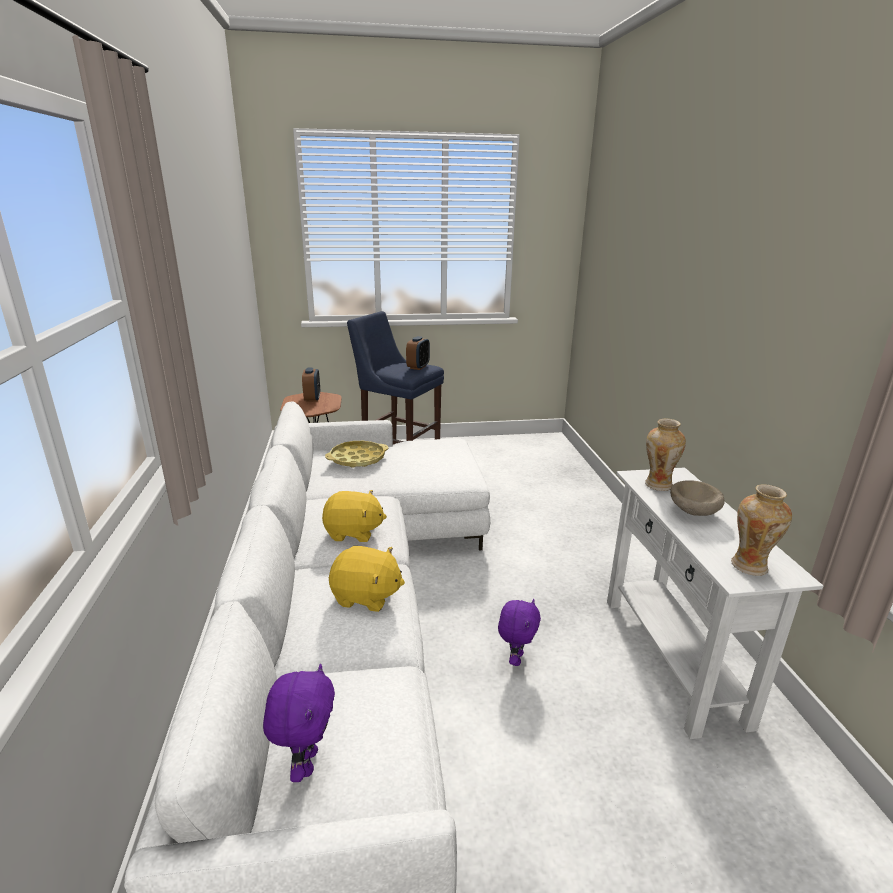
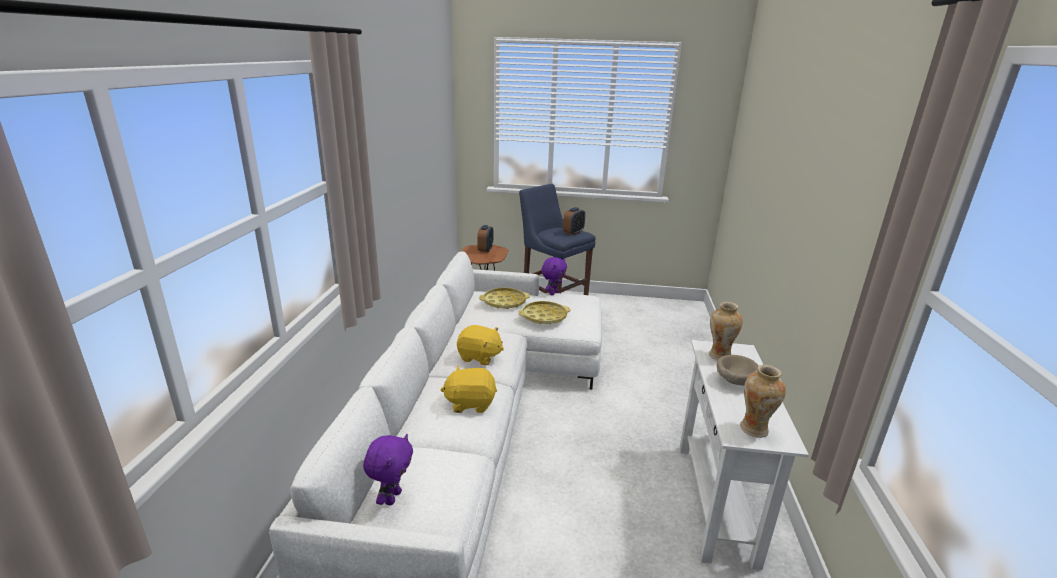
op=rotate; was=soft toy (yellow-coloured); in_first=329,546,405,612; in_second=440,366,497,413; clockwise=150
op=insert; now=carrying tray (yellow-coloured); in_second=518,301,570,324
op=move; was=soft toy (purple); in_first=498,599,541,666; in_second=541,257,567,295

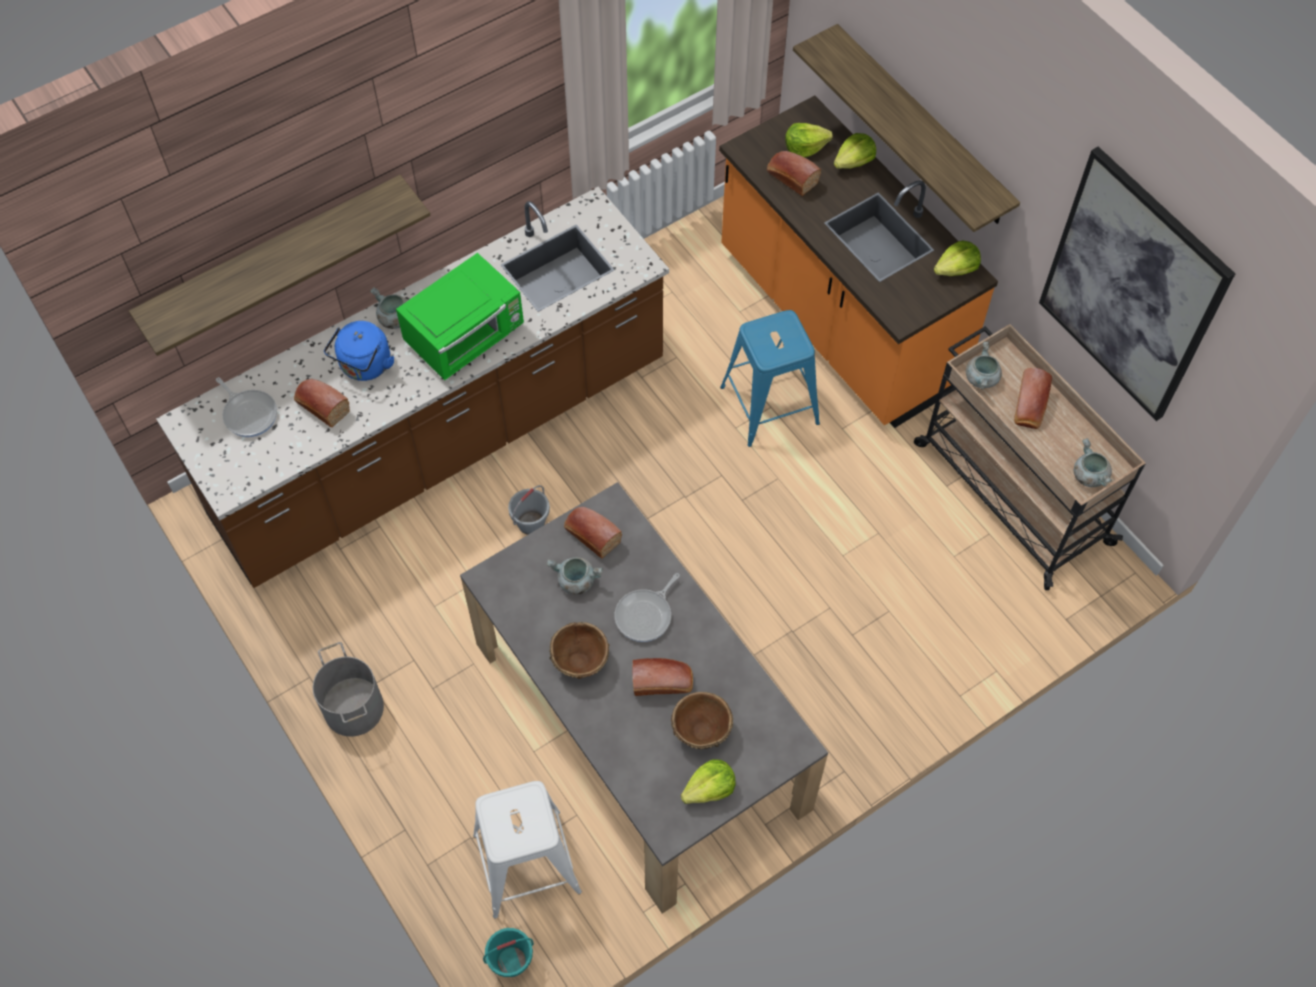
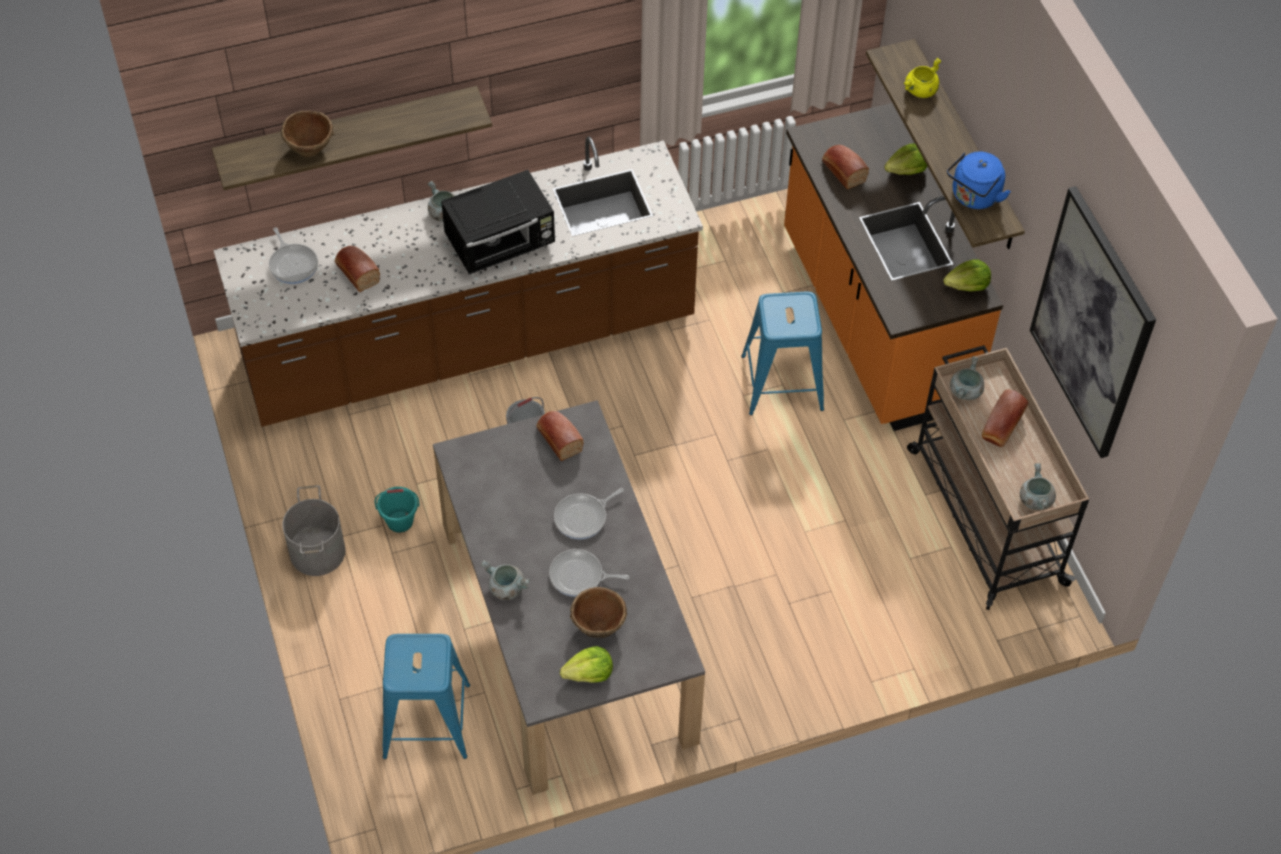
op=move; was=deep dish (brownish); in_first=549,622,610,679; in_second=281,110,334,157
op=move; was=pail (blue-green); in_first=483,928,534,977; in_second=375,487,420,532
op=recolor; was=stool seat (whitish); now=stool seat (blue-coloured); in_first=473,781,582,919; in_second=383,634,470,759
op=recolor; was=microwave oven (green); now=microwave oven (black-coloured); in_first=396,253,524,380; in_second=441,170,555,275
op=move; was=saucepot (gray); in_first=547,557,603,595; in_second=481,560,530,600
op=replace; was=baked bread; now=pan; in_first=633,658,693,696; in_second=549,549,630,597
op=insert; now=saucepot (yellow-coloured); in_second=904,58,941,98
op=move; was=water kettle (blue-coloured); in_first=324,321,394,381; in_second=947,152,1011,209
op=delete; was=head of lettuce; in_first=785,123,833,157

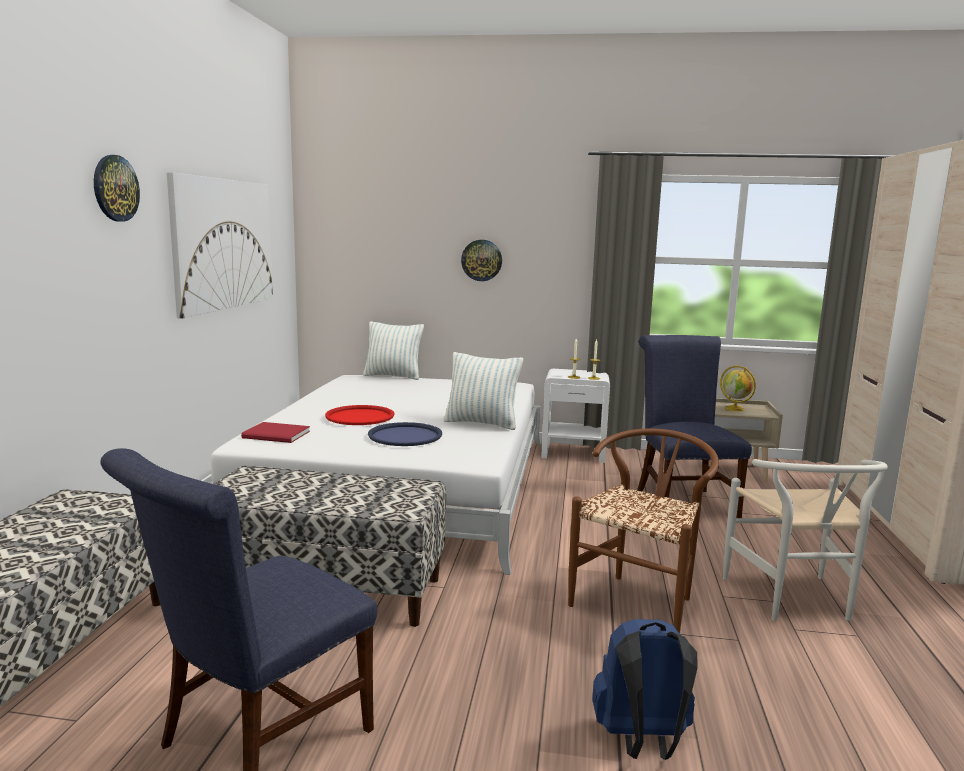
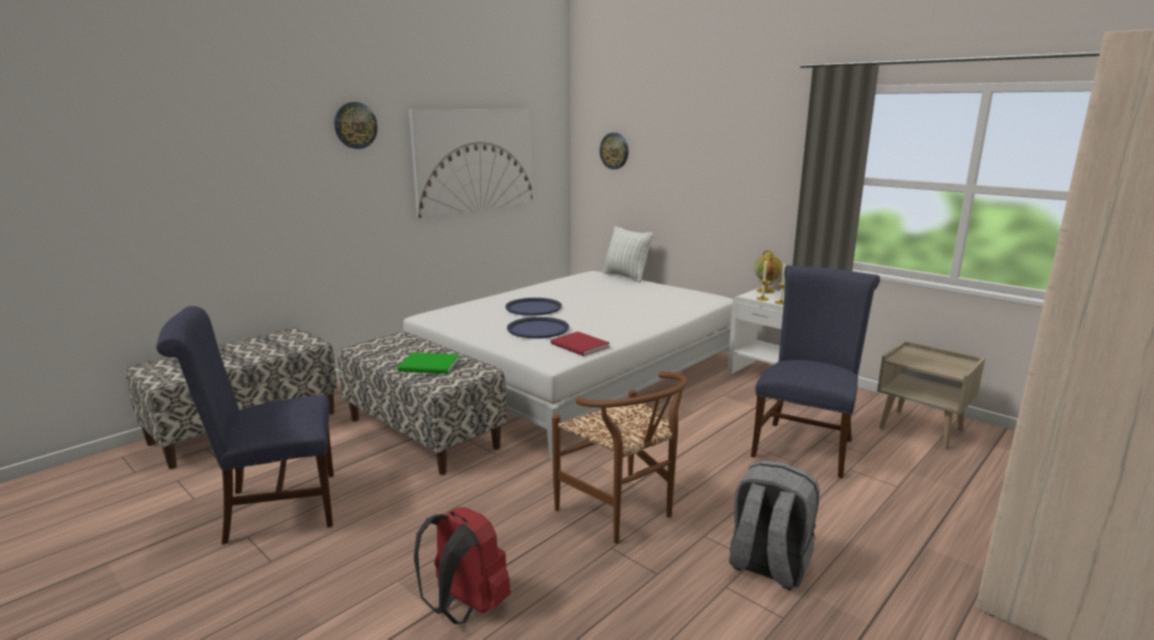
op=insert; now=bound book (green); in_second=398,352,460,374
op=recolor; was=knapsack (blue-coloured); now=knapsack (red); in_first=592,619,697,760; in_second=414,507,511,624
op=recolor; was=carrying tray (red); now=carrying tray (blue-coloured); in_first=325,405,394,425; in_second=505,298,562,316
op=move; was=bound book (red); in_first=241,422,310,443; in_second=551,332,610,356
op=rotate; was=plain chair (brownish); in_first=568,428,719,634; in_second=552,372,688,543; clockwise=75
op=move; was=wall clock; in_first=461,240,502,281; in_second=600,133,629,169
op=replace; was=plain chair (whitish); now=knapsack (gray); in_first=723,459,888,621; in_second=729,460,820,590
op=move; was=desk globe; in_first=720,366,756,412; in_second=754,250,783,293
op=delete; was=pillow; in_first=444,352,523,430

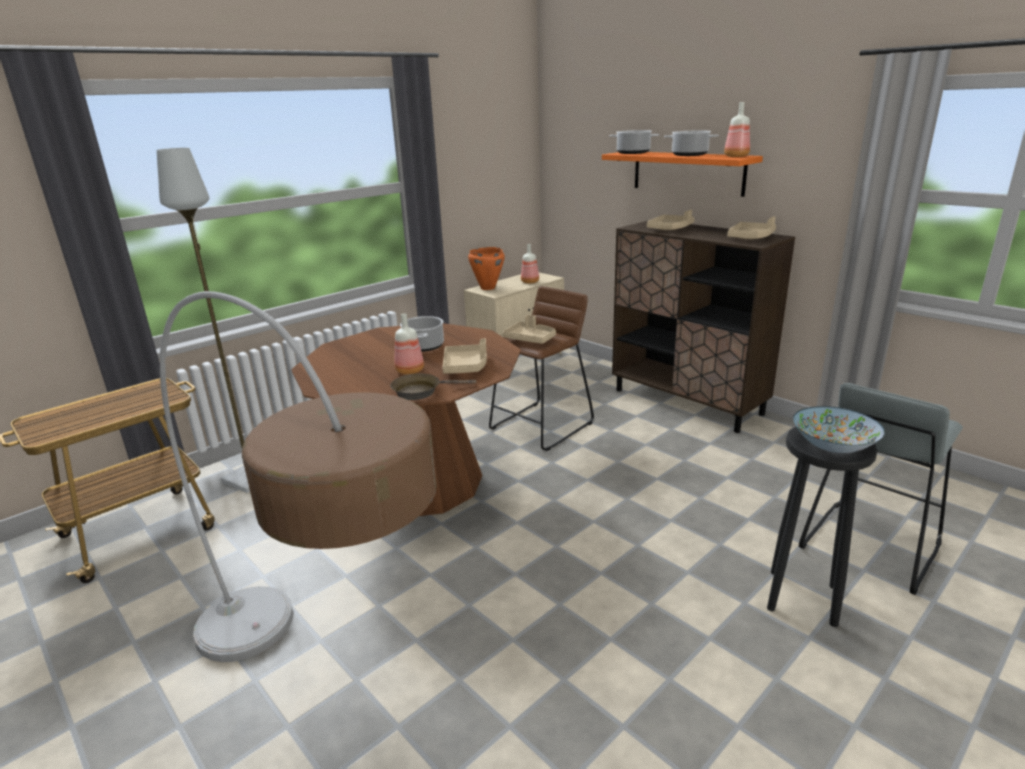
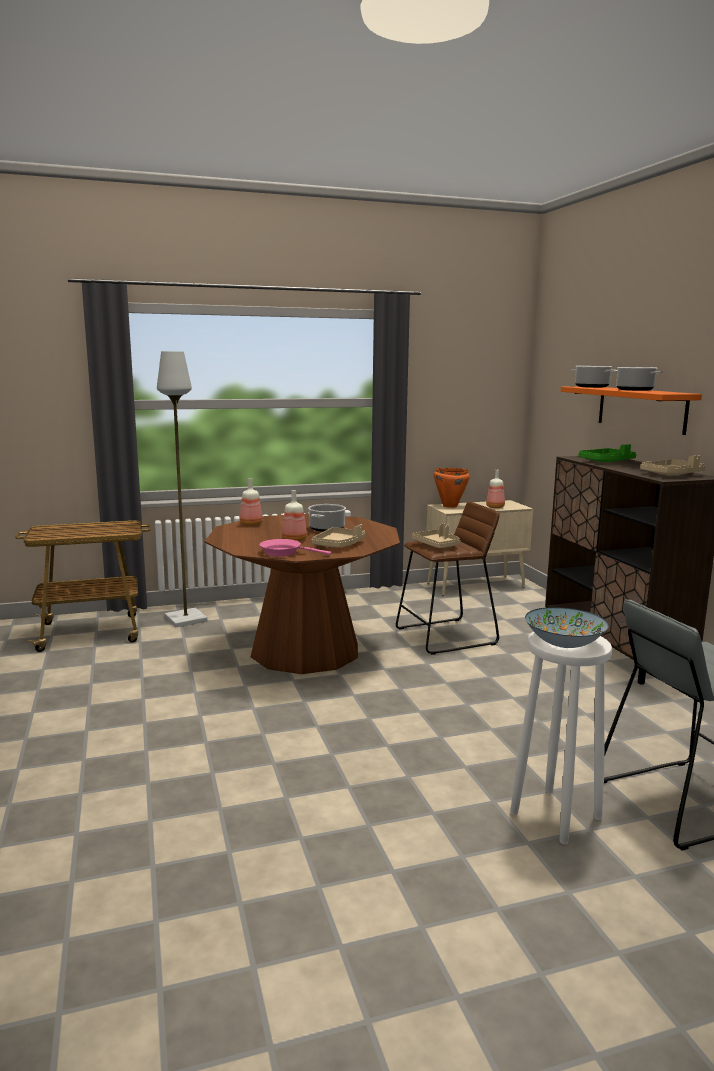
op=move; was=beverage bottle; in_first=724,102,750,157; in_second=239,478,263,526
op=recolor; was=pan (brownish); now=pan (pink); in_first=390,373,476,400; in_second=260,539,331,557
op=recolor; was=stool seat (black-coloured); now=stool seat (whitish); in_first=767,427,877,627; in_second=510,632,612,844
op=recolor; was=carrying tray (beige-coloured); now=carrying tray (green); in_first=647,210,695,230; in_second=579,444,636,462
op=delete; was=floor lamp; in_first=160,291,437,662

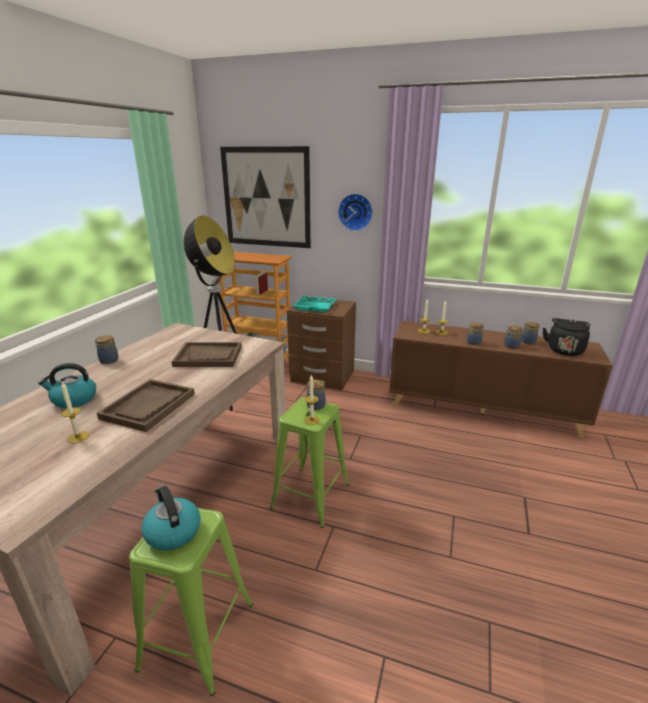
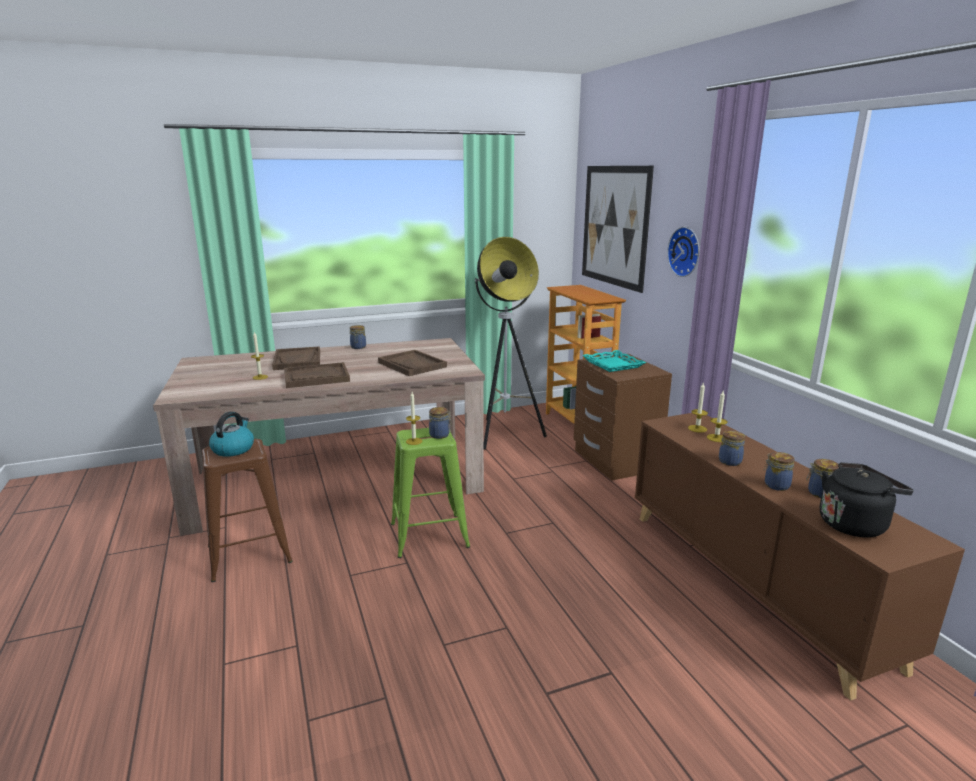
op=recolor; was=stool seat (green); now=stool seat (brownish); in_first=129,508,253,696; in_second=202,439,293,582
op=replace; was=water kettle; now=carrying tray (brownish); in_first=38,363,96,408; in_second=272,346,320,370

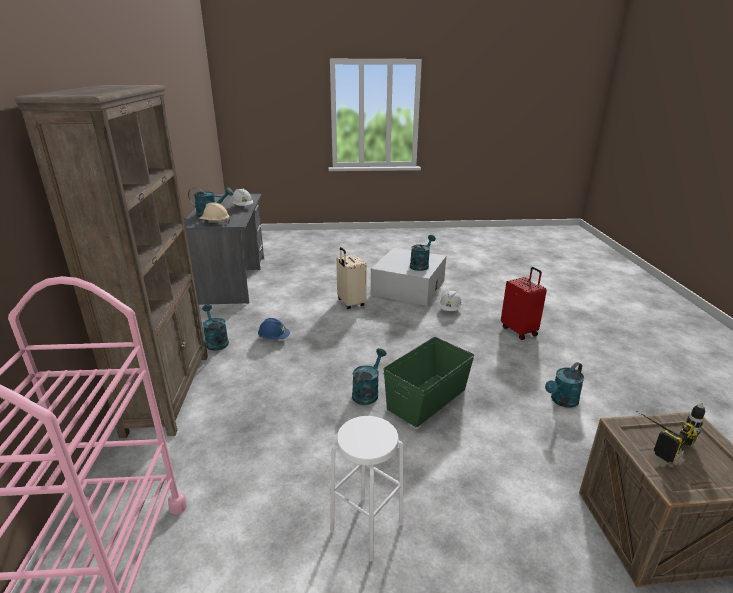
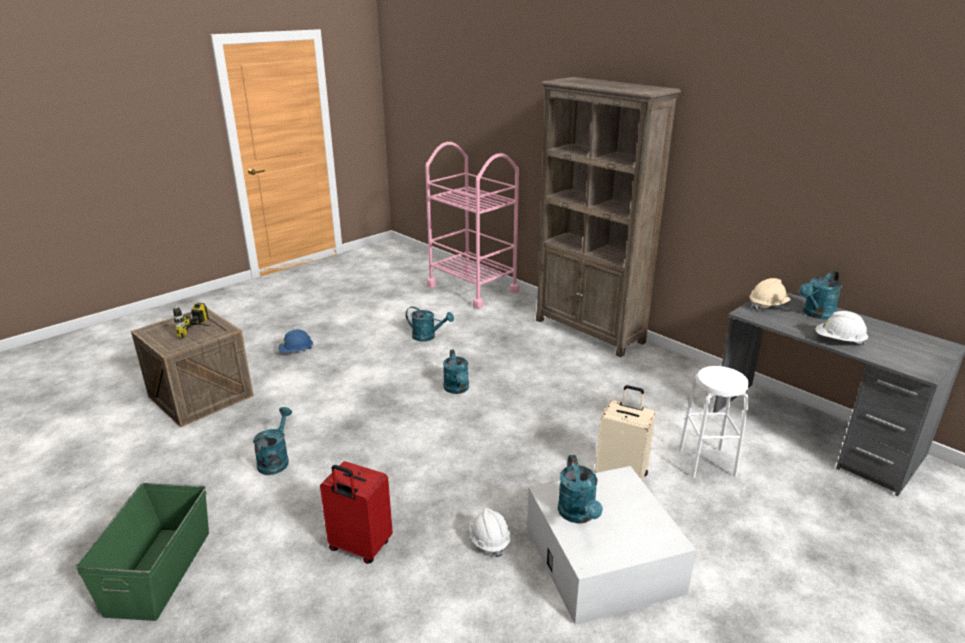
op=move; was=storage box (green); in_first=383,337,475,427; in_second=76,483,209,621
op=move; was=work helmet (blue-coloured); in_first=258,318,290,339; in_second=278,330,314,353
op=move; was=watering pot (blue-green); in_first=202,304,229,351; in_second=406,306,454,341
op=move; was=stool seat (whitish); in_first=330,416,403,561; in_second=679,366,749,478

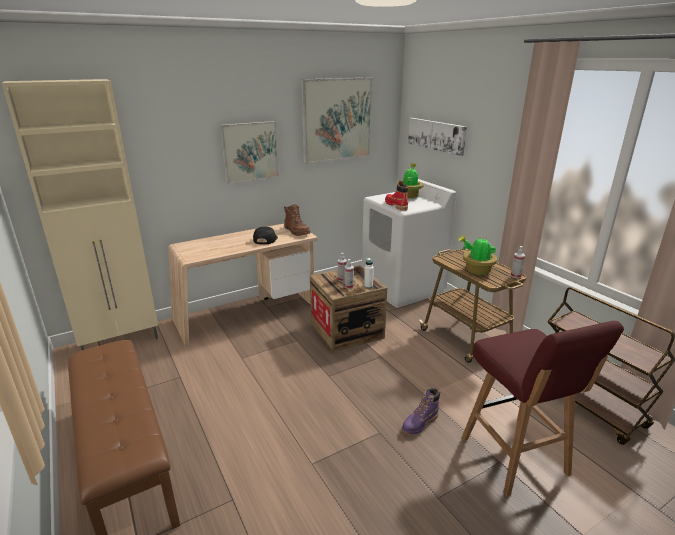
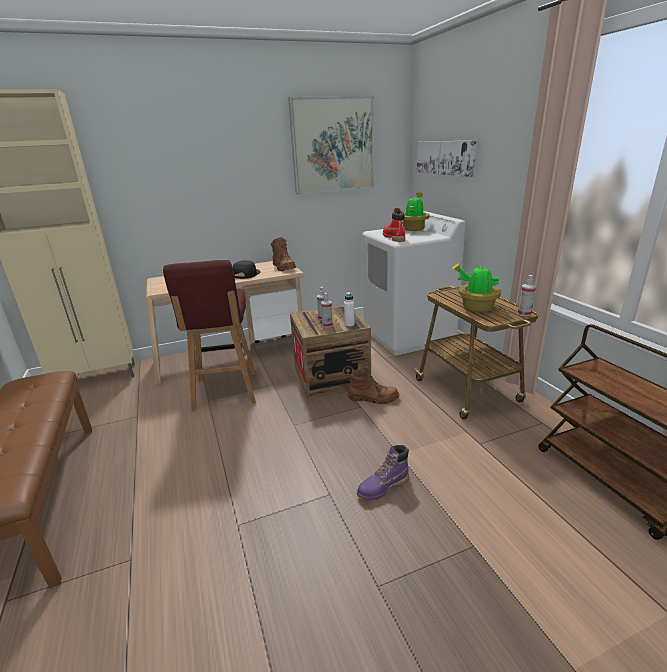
op=move; was=stool seat (red); in_first=462,321,624,496; in_second=163,260,256,412
op=insert; now=boot (brownish); in_second=346,367,400,404
op=delete; was=wall art; in_first=220,121,279,184

